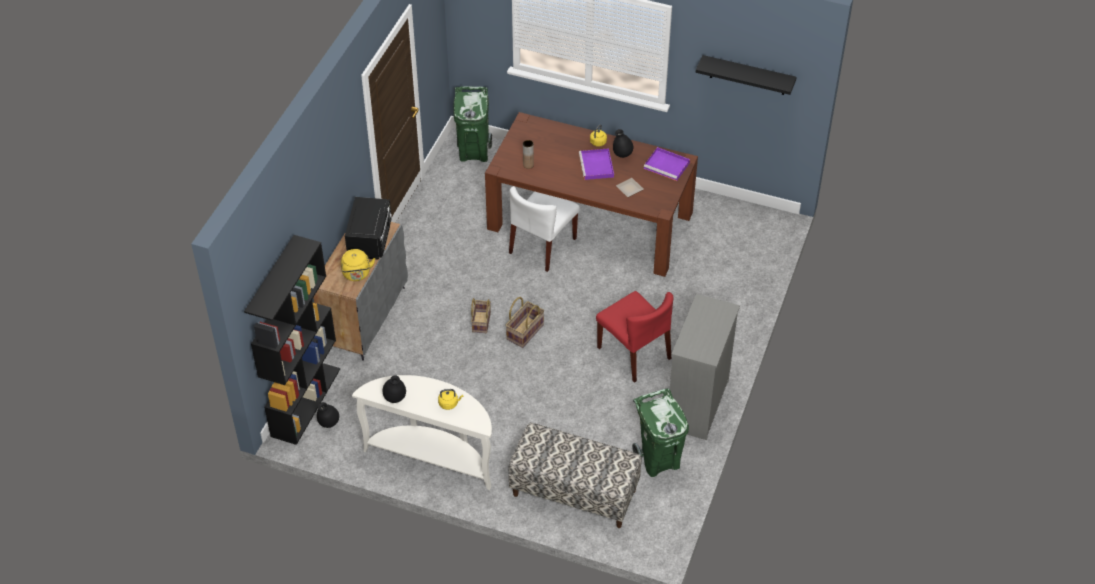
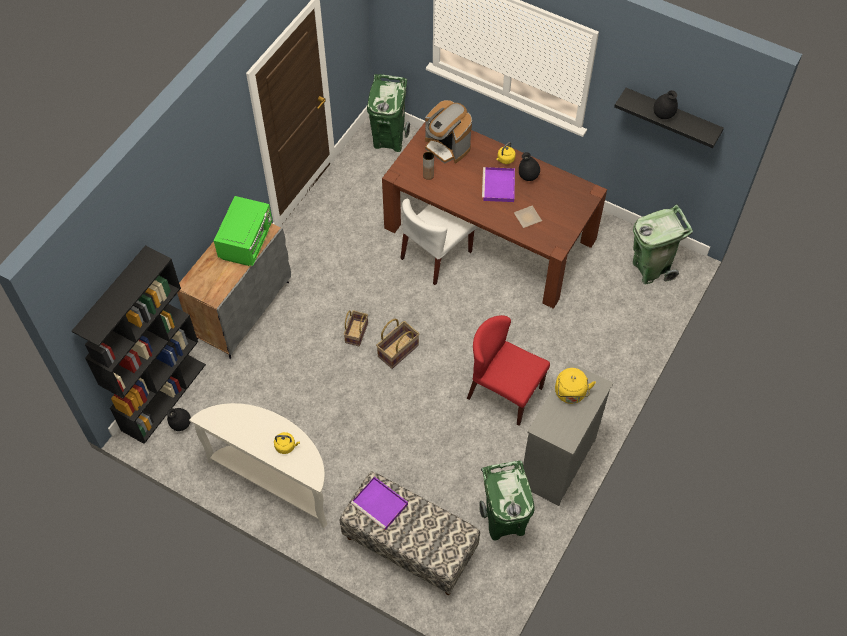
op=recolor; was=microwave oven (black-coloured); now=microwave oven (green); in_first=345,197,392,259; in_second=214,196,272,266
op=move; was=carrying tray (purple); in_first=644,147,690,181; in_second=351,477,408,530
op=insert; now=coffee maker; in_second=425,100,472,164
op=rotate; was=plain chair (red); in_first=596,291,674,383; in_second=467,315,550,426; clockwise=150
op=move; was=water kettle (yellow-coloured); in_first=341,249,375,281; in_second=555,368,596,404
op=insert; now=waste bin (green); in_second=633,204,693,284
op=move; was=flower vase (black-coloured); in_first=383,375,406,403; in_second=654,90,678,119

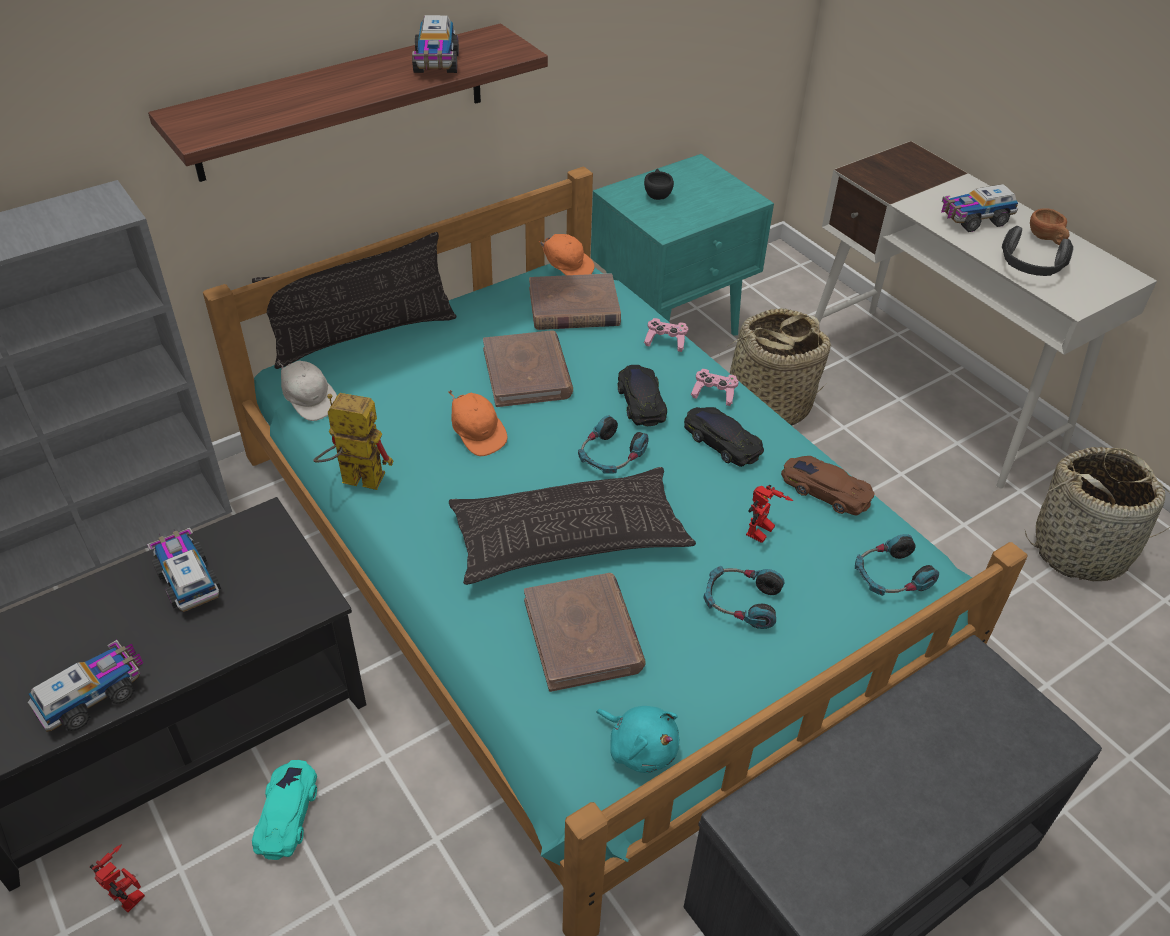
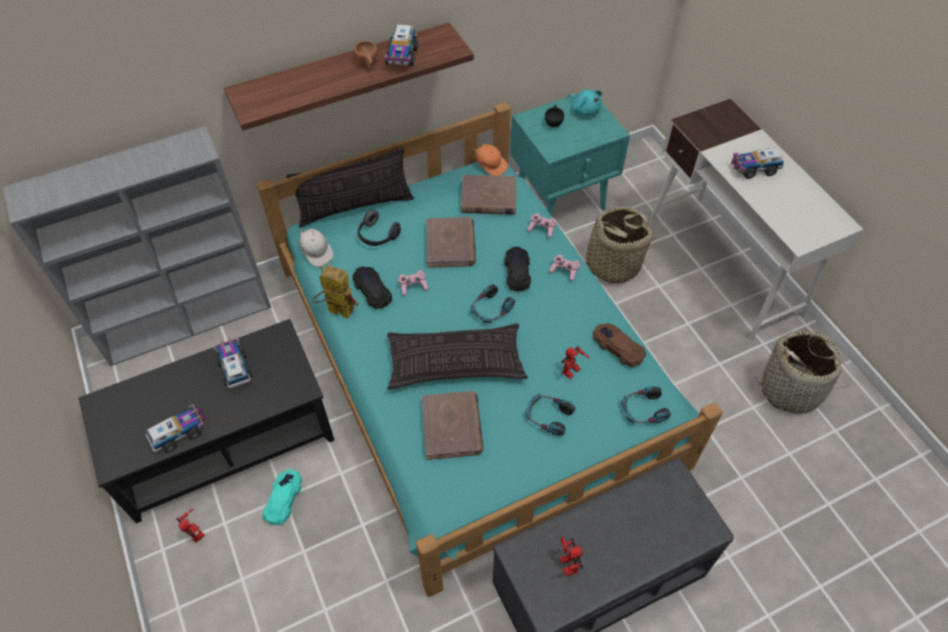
op=move; was=model car (black-coloured); in_first=684,407,764,467; in_second=352,266,392,309
op=move; was=cup (brownish); in_first=1030,208,1069,245; in_second=354,41,378,70
op=move; was=headset; in_first=1002,226,1074,276; in_second=358,210,401,246
op=replace; was=baseball cap (orangey); now=gamepad (pink); in_first=448,390,508,456; in_second=399,270,429,295
op=insert; now=toy robot; in_second=560,537,583,576
op=move; was=soft toy (blue-green); in_first=596,706,679,773; in_second=568,89,602,116

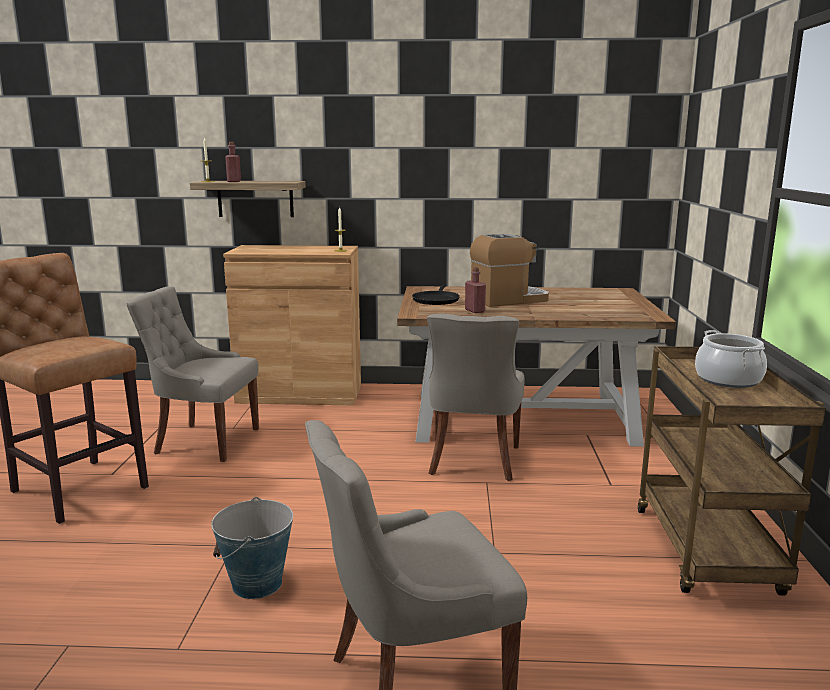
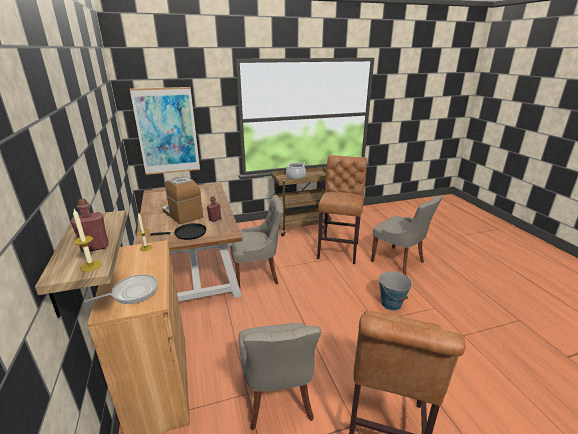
op=insert; now=pan; in_second=84,274,158,304
op=insert; now=wall art; in_second=130,87,200,175
op=insert; now=stool seat (brownish); in_second=317,155,367,264

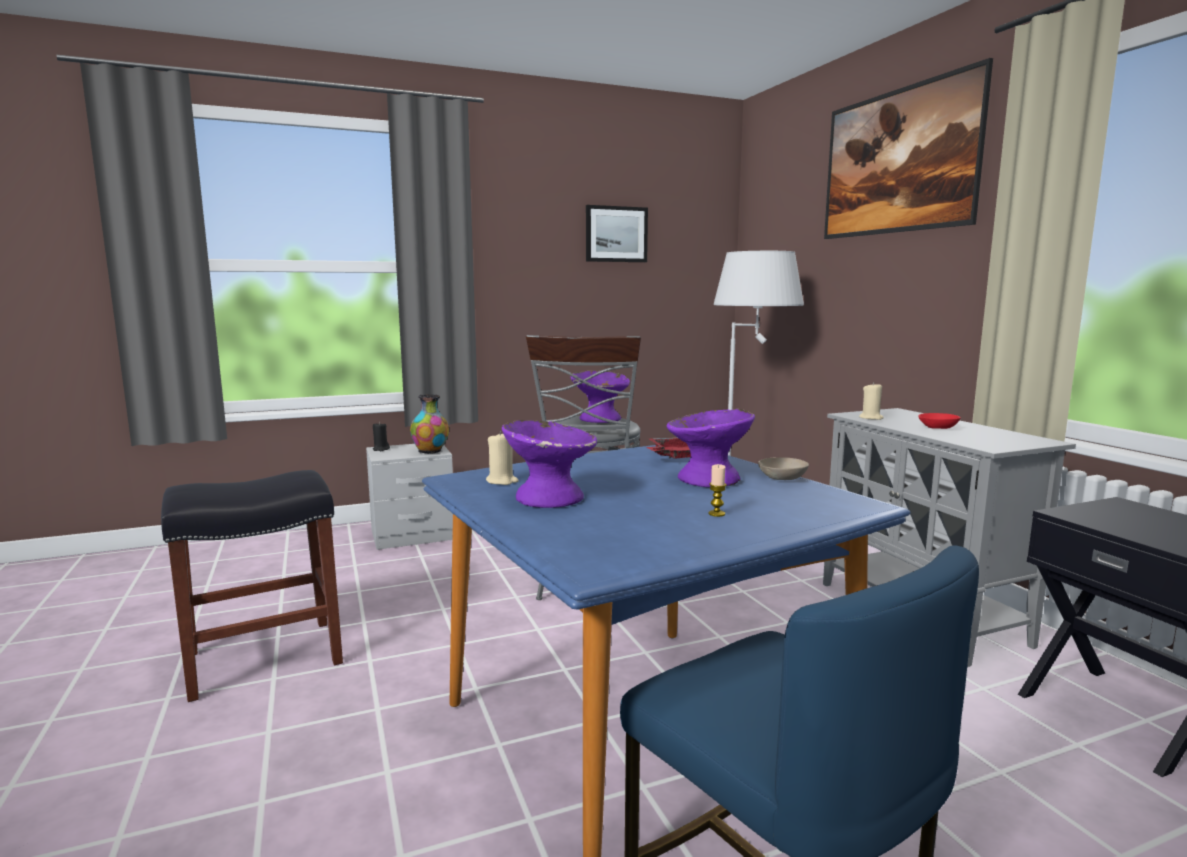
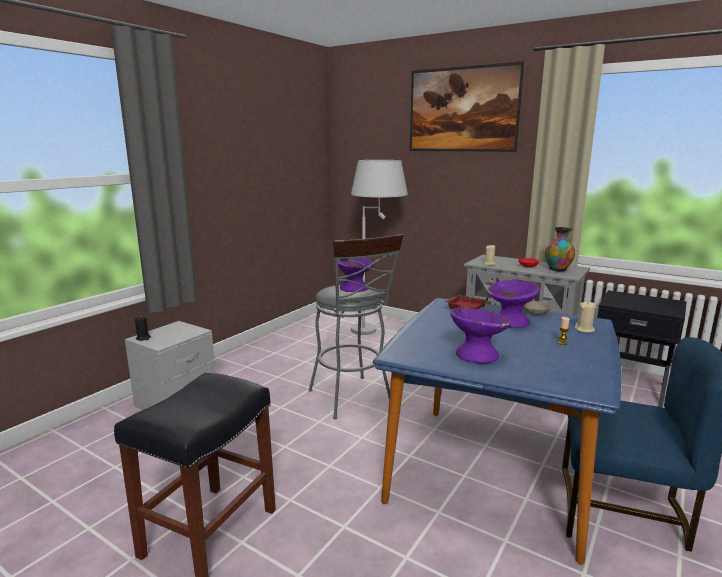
op=move; was=flower vase; in_first=410,394,449,454; in_second=545,227,575,272
op=move; was=wax candle (beige-coloured); in_first=486,431,519,485; in_second=575,301,595,333
op=delete; was=wall art; in_first=586,205,648,262

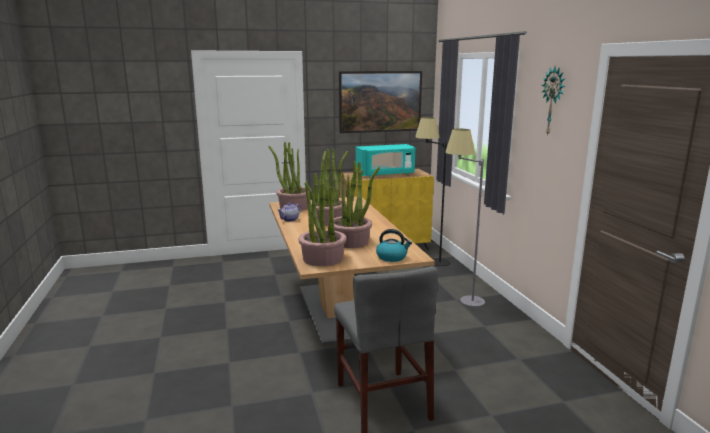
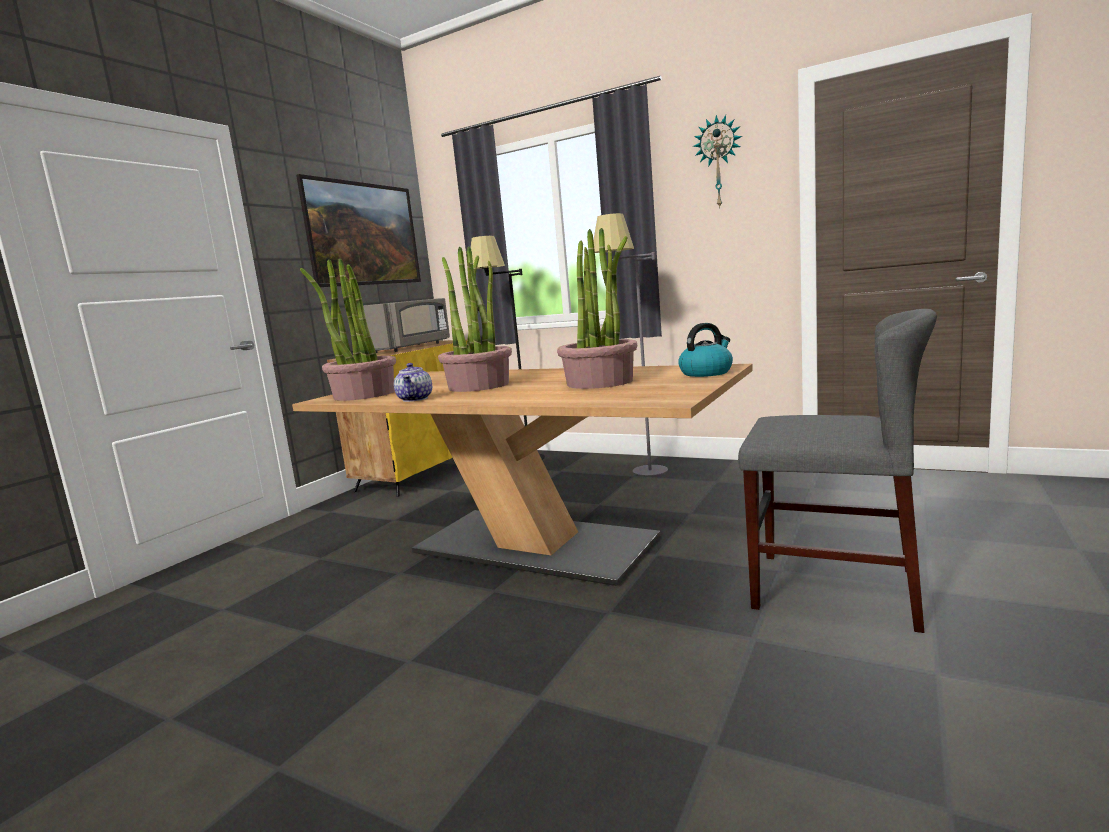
op=recolor; was=microwave oven (blue-green); now=microwave oven (gray); in_first=356,144,415,177; in_second=363,298,450,353
op=delete; was=plant in a pot; in_first=298,172,346,266

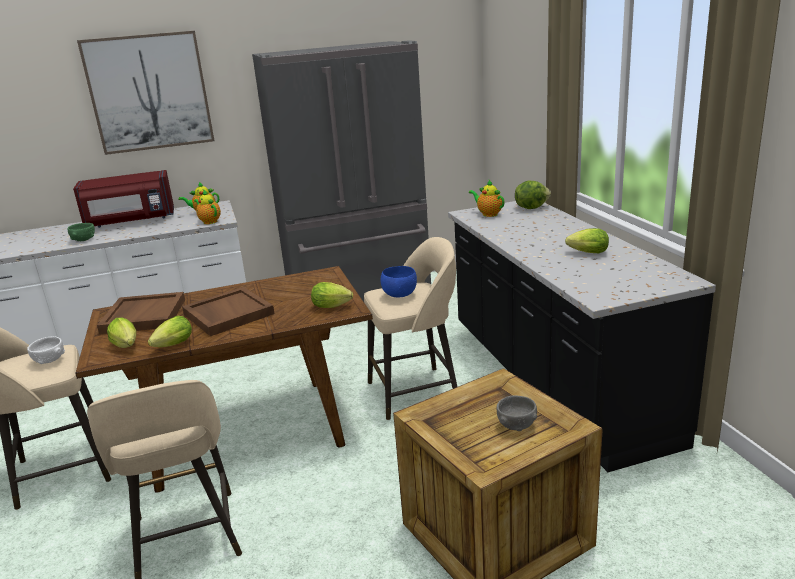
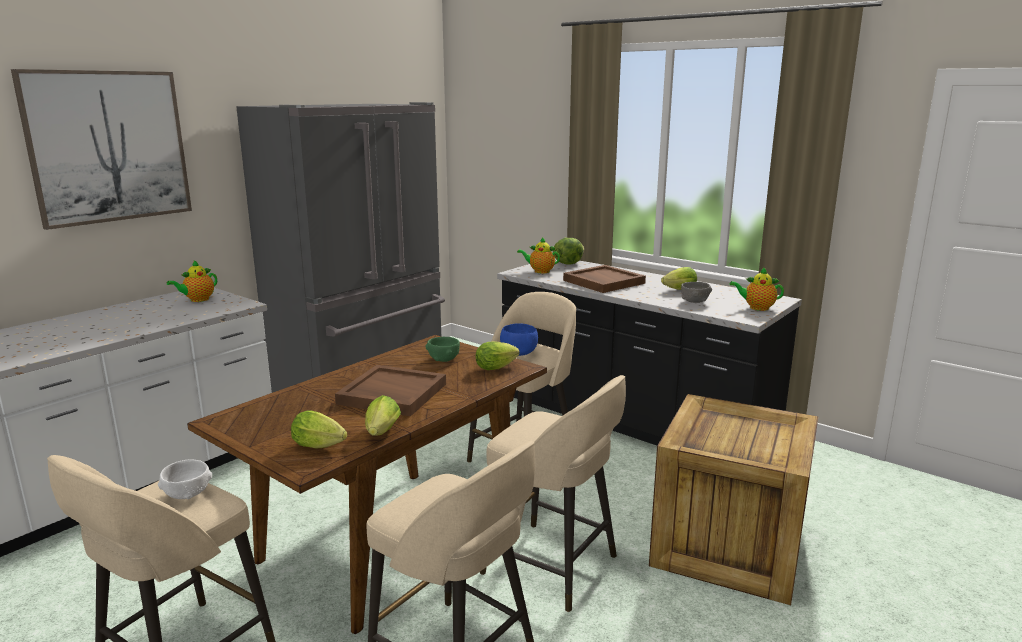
op=move; was=deep dish (green); in_first=68,223,95,241; in_second=425,337,460,362
op=insert; now=stool seat (beige-coloured); in_second=480,375,626,612
op=move; was=carrying tray (brownish); in_first=97,292,185,334; in_second=563,265,646,293
op=move; was=deep dish (gray); in_first=497,395,537,431; in_second=681,282,712,303
op=move; was=teapot; in_first=194,190,221,224; in_second=730,267,784,311
op=delete; was=microwave oven (red); in_first=73,170,174,228

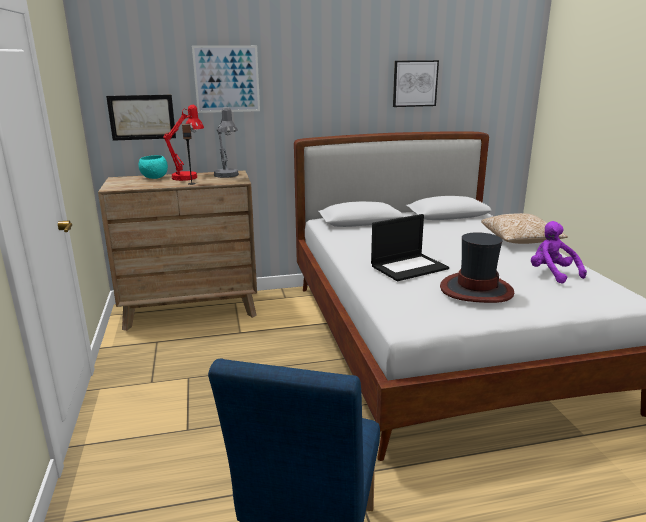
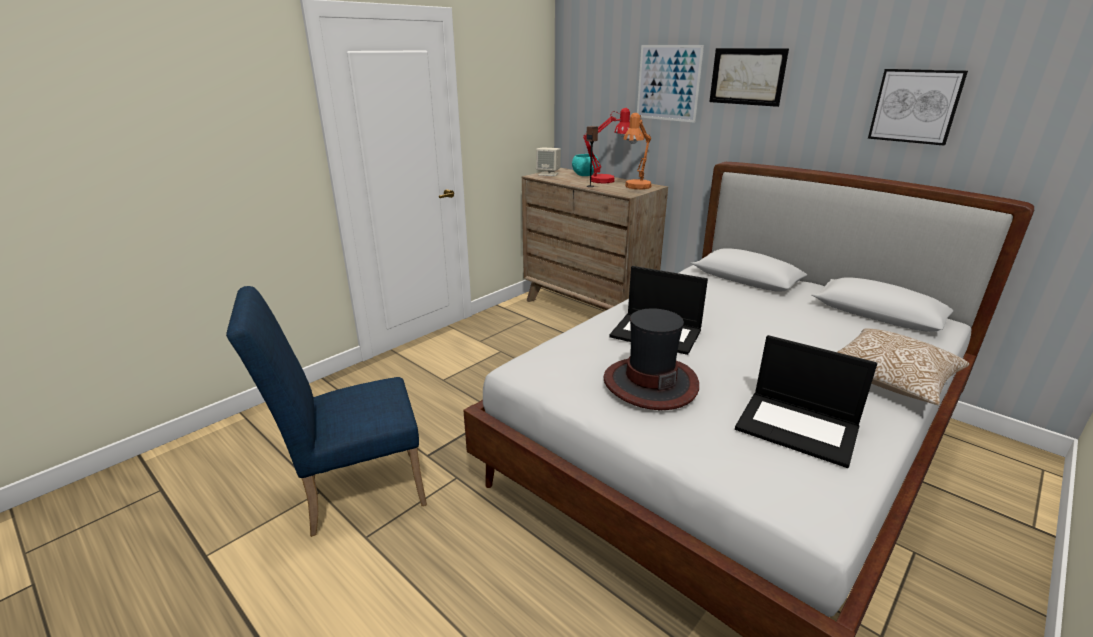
op=insert; now=audio speaker (beige-coloured); in_second=536,147,561,176
op=recolor; was=tabletop lamp (gray); now=tabletop lamp (orangey); in_first=214,107,239,178; in_second=623,113,652,189
op=move; was=wall art; in_first=106,95,176,141; in_second=709,48,789,107
op=replace; was=soft toy (purple); now=laptop; in_first=531,221,587,283; in_second=735,335,877,468

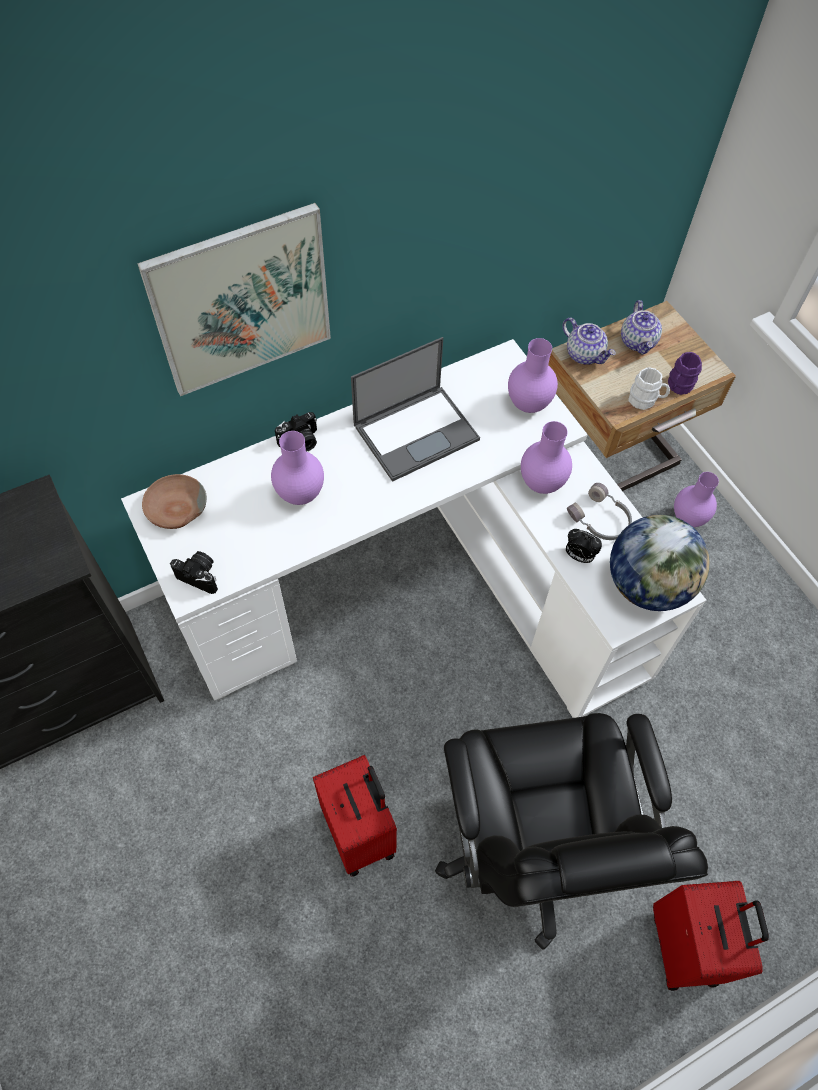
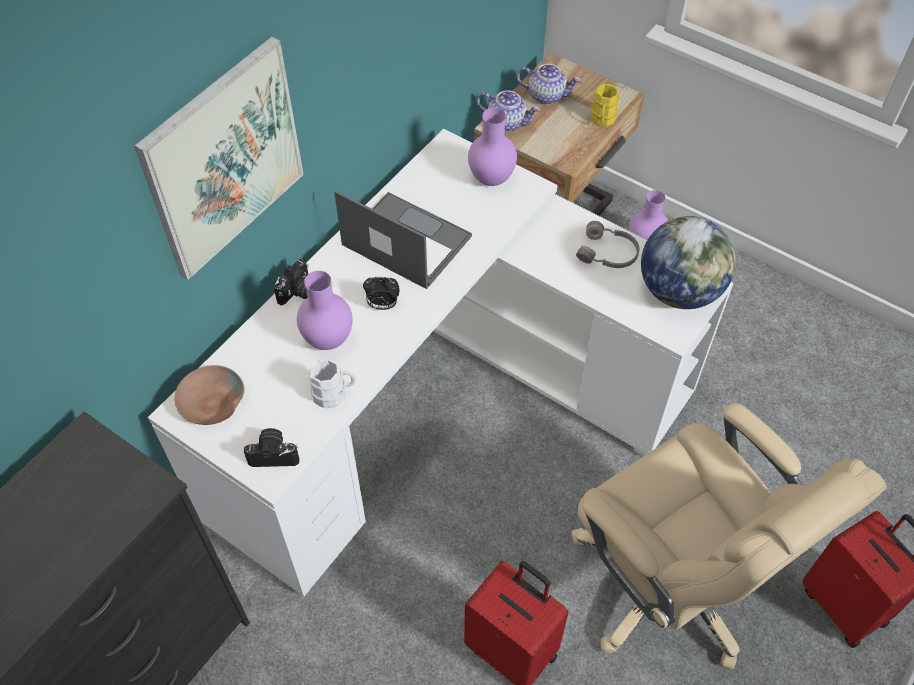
op=move; was=coffee mug (whitish); in_first=628,367,670,410; in_second=309,359,356,408
op=rotate; was=laptop; in_first=351,337,480,482; in_second=334,191,472,289; clockwise=-90
op=move; was=bedside clock; in_first=566,529,602,563; in_second=363,277,400,310
op=rotate; was=teapot; in_first=621,300,662,355; in_second=517,64,581,104; clockwise=-45
op=recolor; was=office chair (black-coloured); now=office chair (beige-coloured); in_first=435,713,708,950; in_second=571,403,887,670
op=recolor; was=coffee mug (purple); now=coffee mug (yellow-coloured); in_first=668,352,702,395; in_second=591,84,620,127
op=delete; was=flower vase (purple); in_first=521,421,572,494

